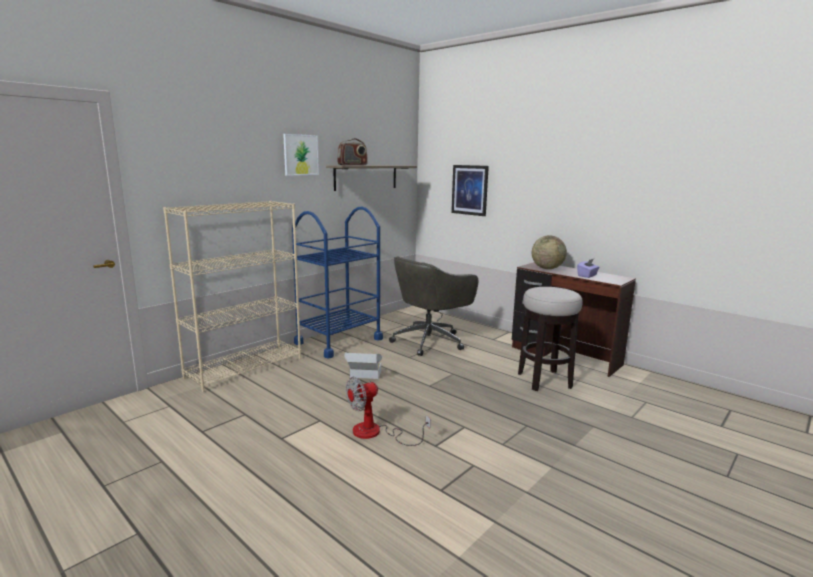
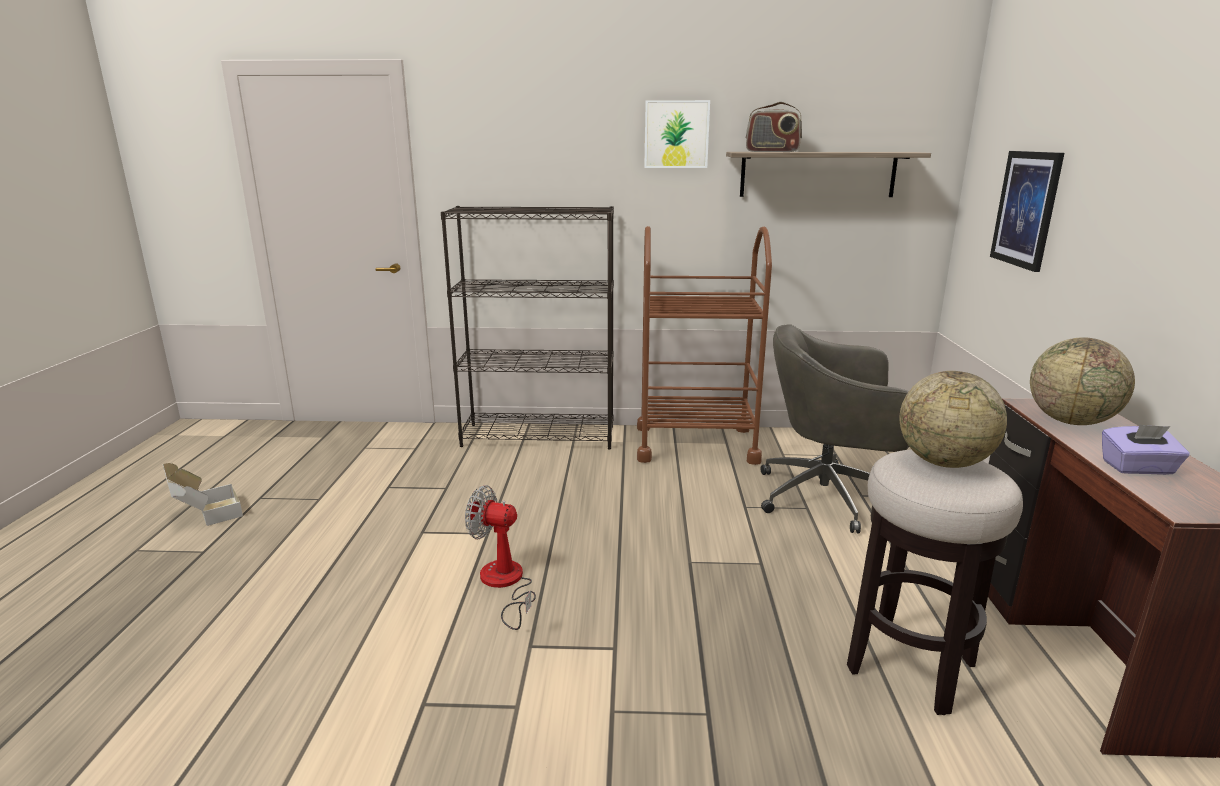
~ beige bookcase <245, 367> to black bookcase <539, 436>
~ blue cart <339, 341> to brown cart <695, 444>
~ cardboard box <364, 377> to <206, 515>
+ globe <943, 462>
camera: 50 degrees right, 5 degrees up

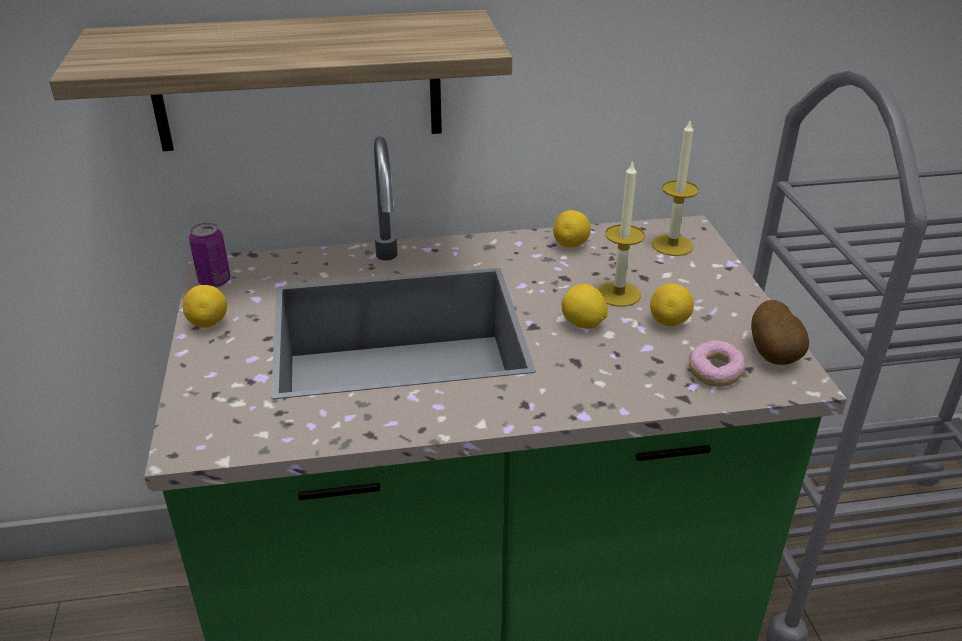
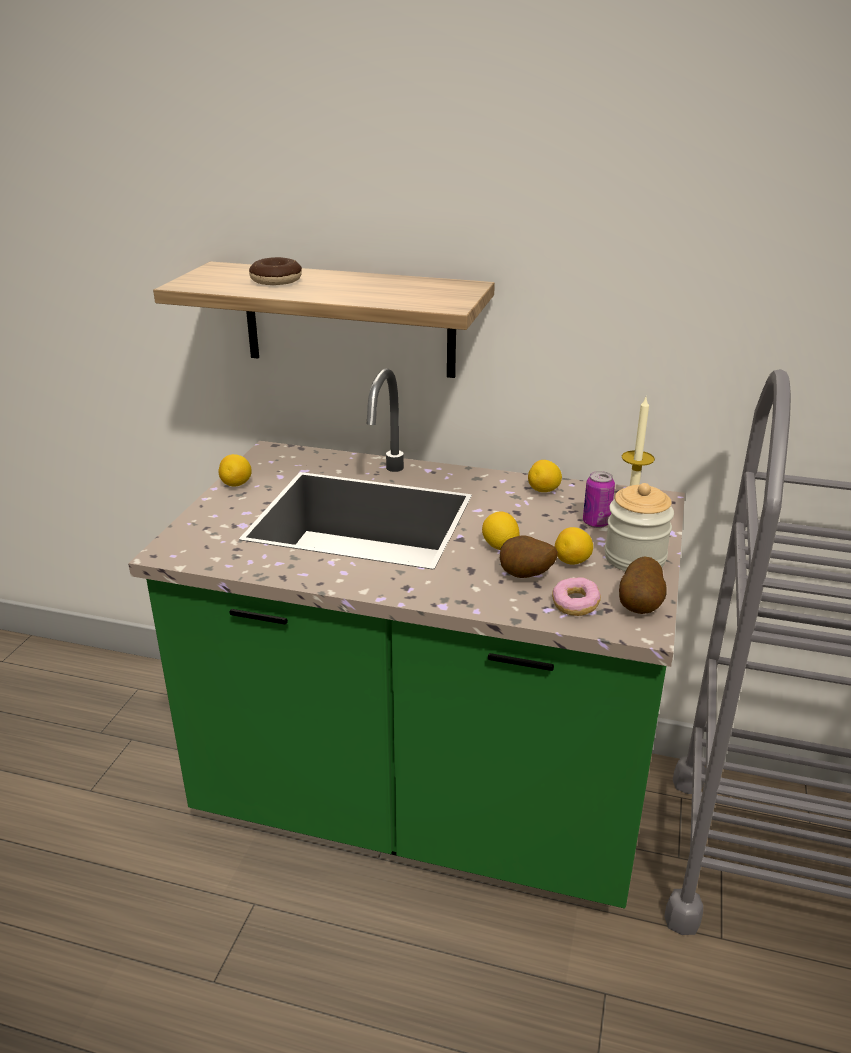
- candle <618, 294>
~ can <214, 281> to <596, 522>
+ donut <276, 281>
+ jar <634, 558>
+ potato <525, 577>
camera: 25 degrees right, 5 degrees down

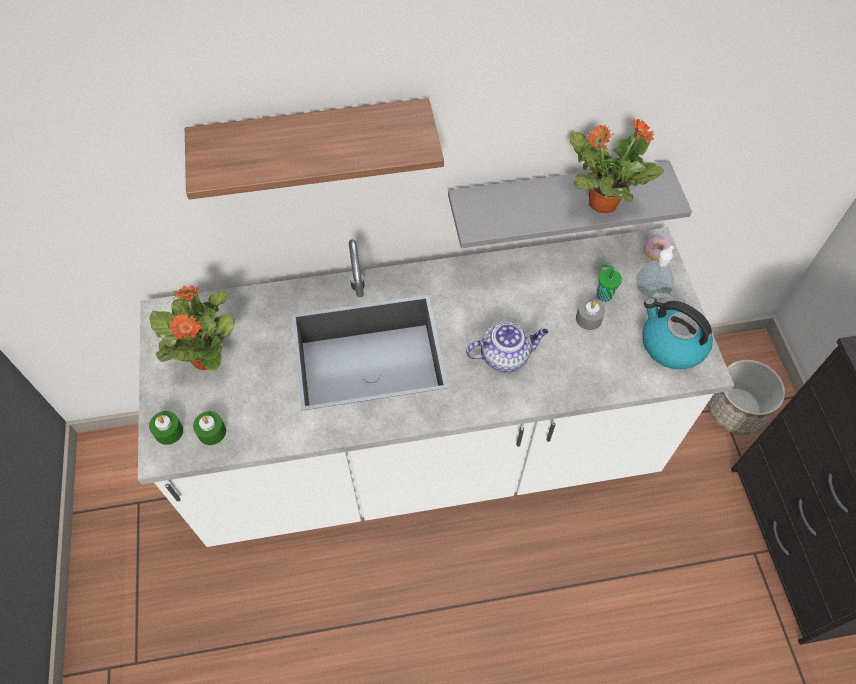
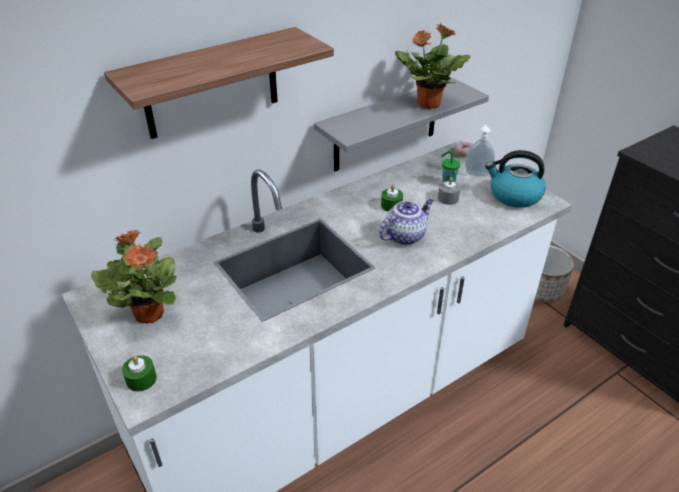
~ green candle <212, 432> to <391, 206>
camera: 25 degrees left, 20 degrees down

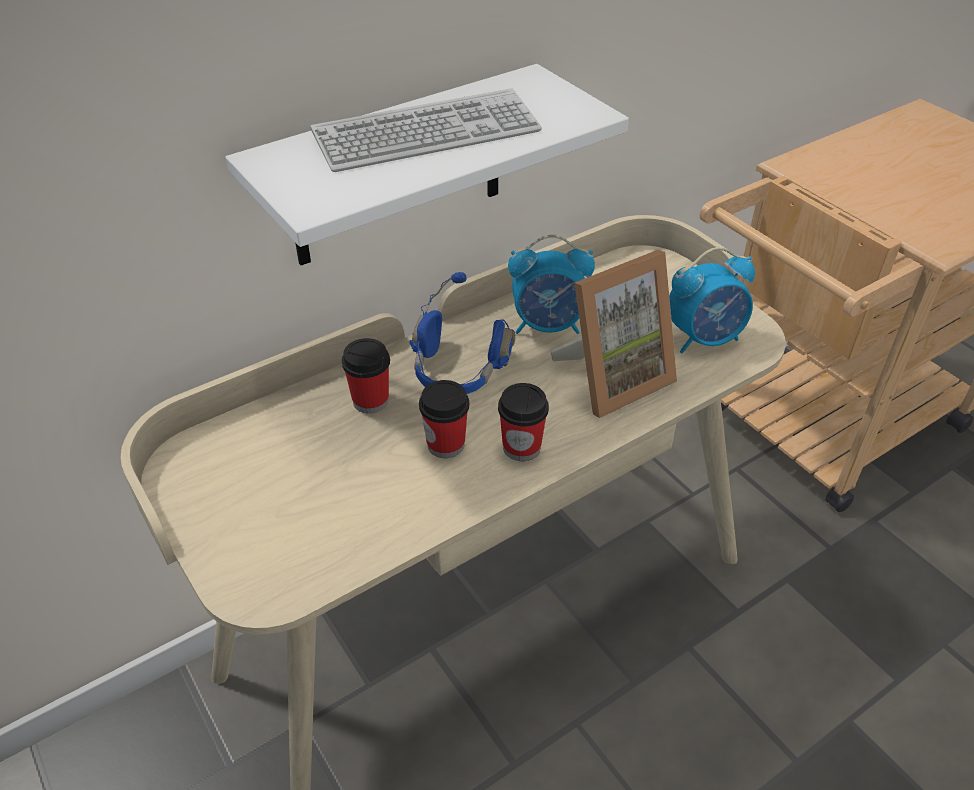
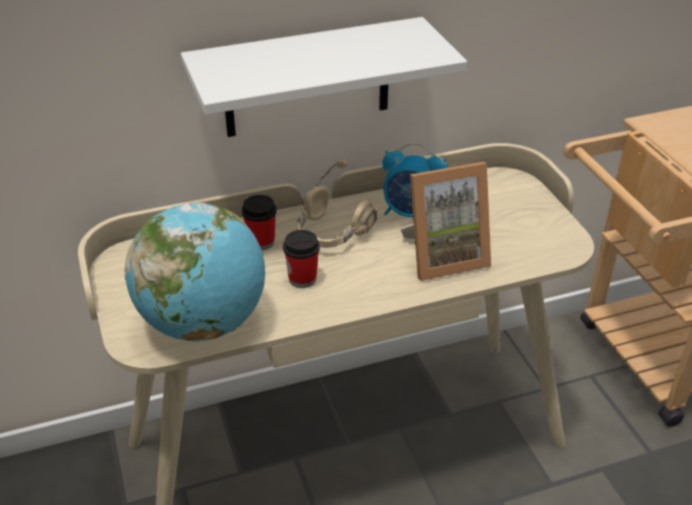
- keyboard <427, 134>
- alarm clock <704, 338>
~ blue headphones <458, 370> to beige headphones <331, 233>
- cup <521, 447>
+ globe <204, 323>
camera: 15 degrees right, 5 degrees down

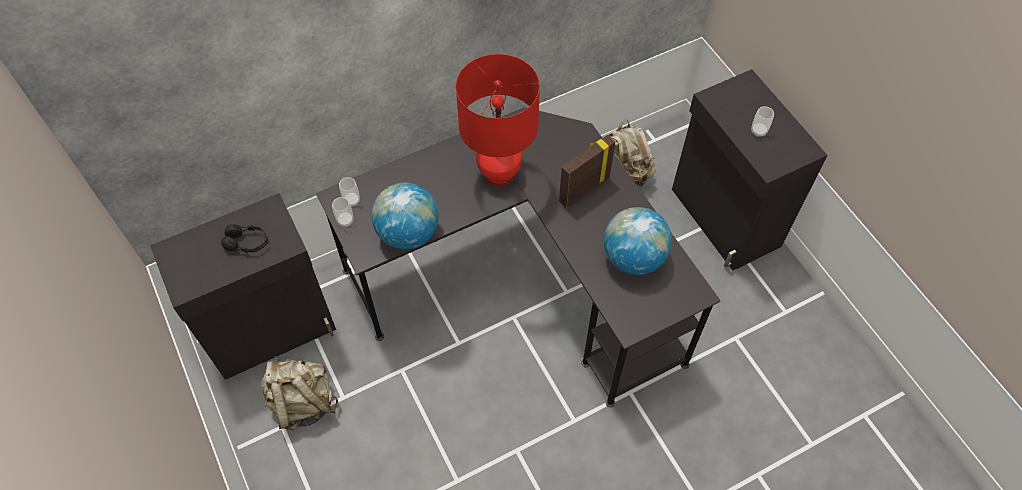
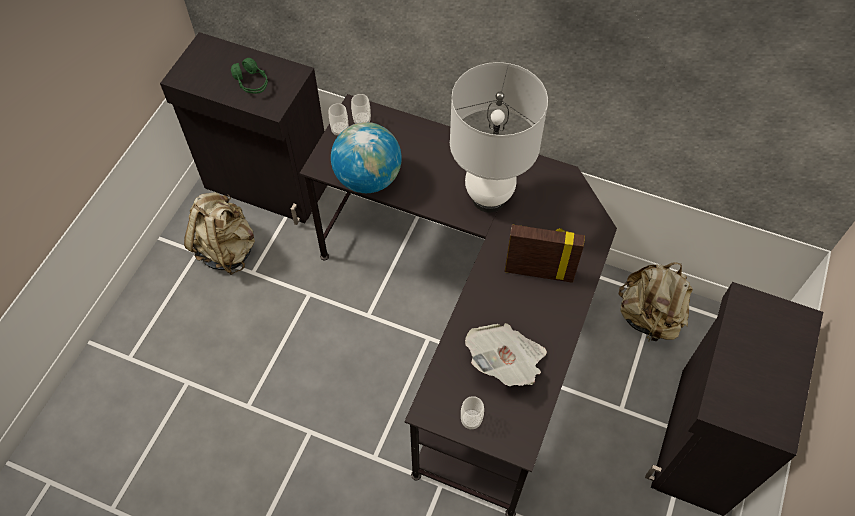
~ red table lamp <499, 174> to white table lamp <489, 199>
~ cup <758, 131> to <471, 420>
~ globe <633, 257> to newspaper <506, 362>
~ black headphones <247, 243> to green headphones <251, 83>
camera: 50 degrees right, 0 degrees up

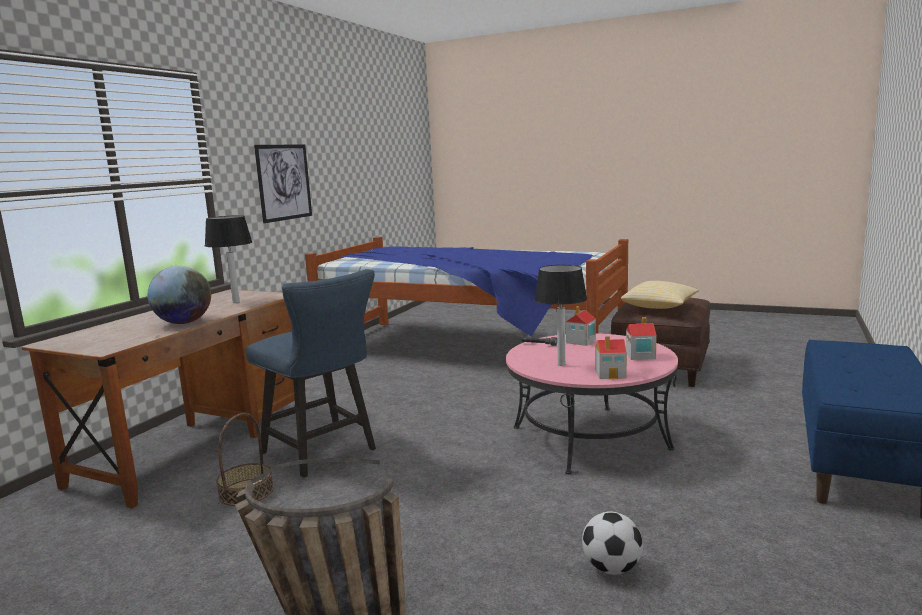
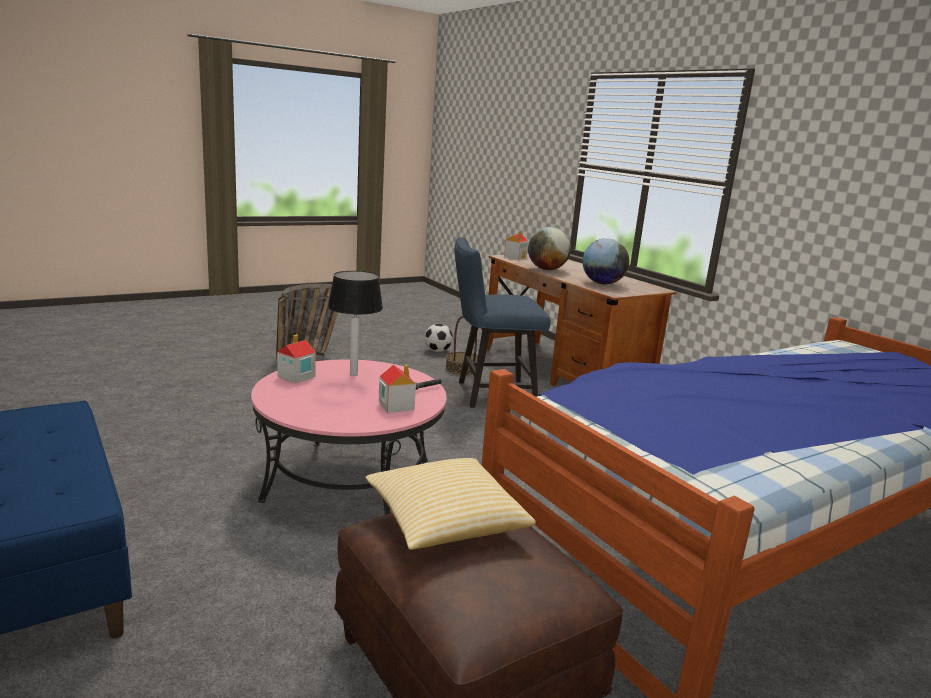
- picture <284, 182>
~ table lamp <236, 302> to globe <602, 283>
~ toy house <640, 355> to <515, 256>
~ football <611, 568> to <437, 351>
camera: 120 degrees right, 5 degrees up

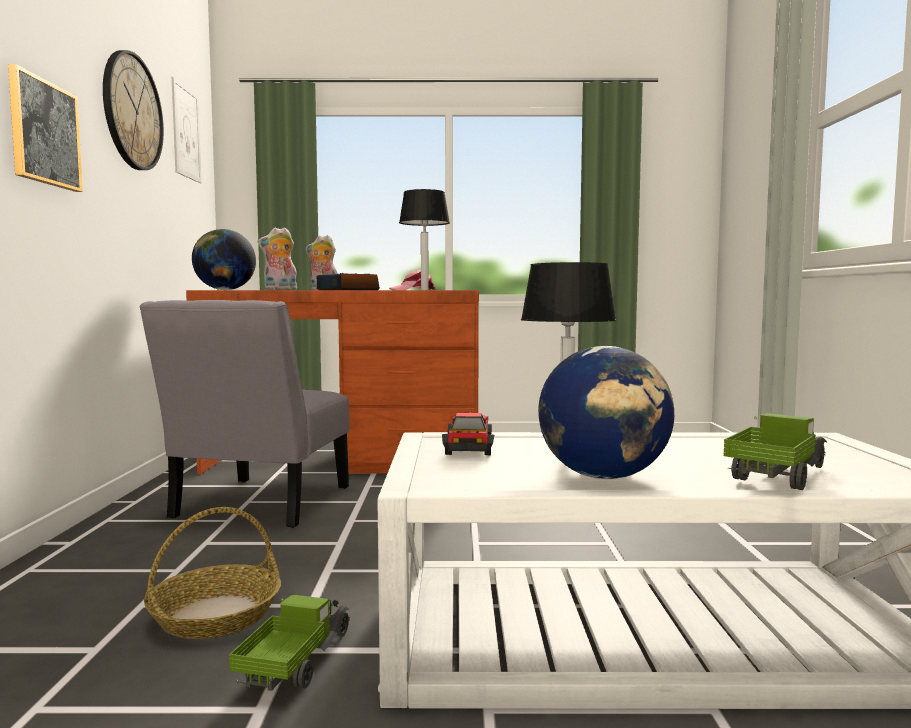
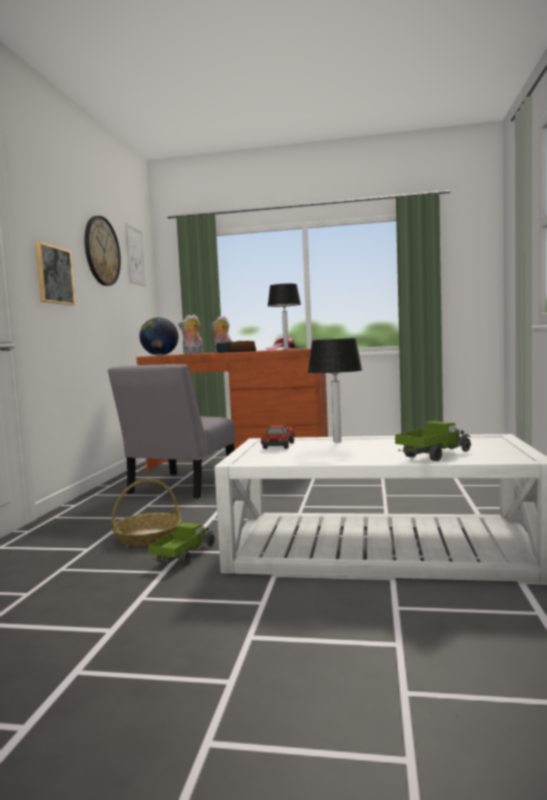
- globe <604, 477>
camera: 10 degrees right, 0 degrees up

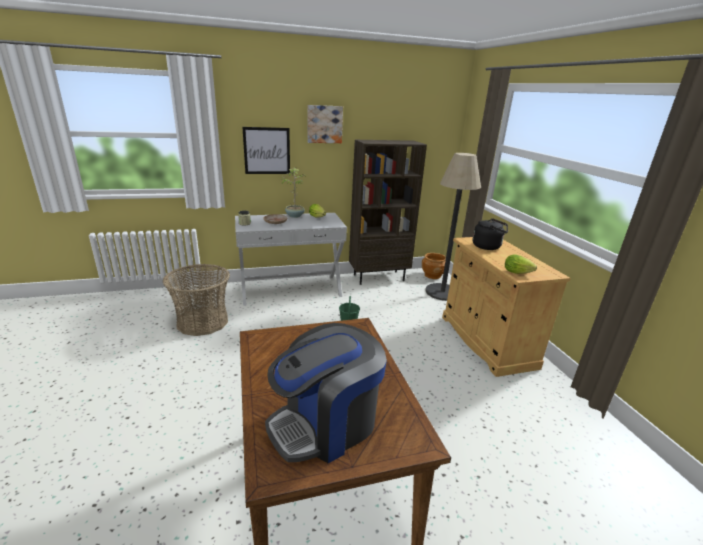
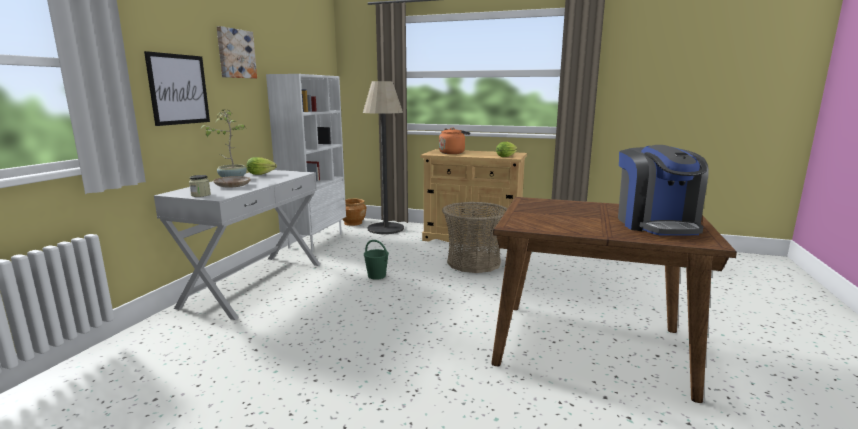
~ brown bookcase <379, 277> to white bookcase <315, 240>
~ black kettle <488, 247> to orange kettle <453, 153>
~ basket <202, 322> to <473, 263>
camera: 55 degrees left, 10 degrees down

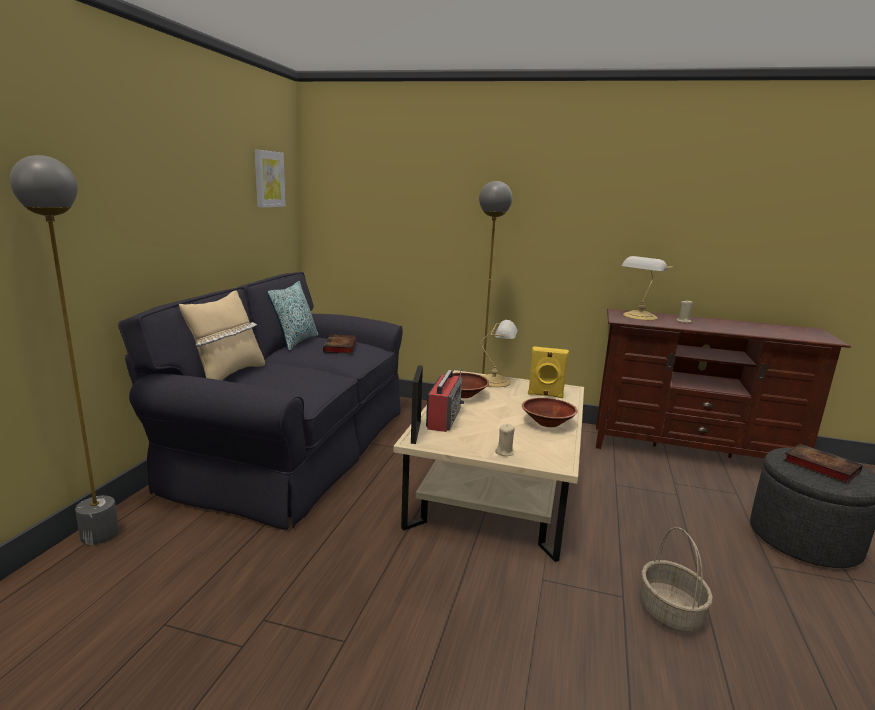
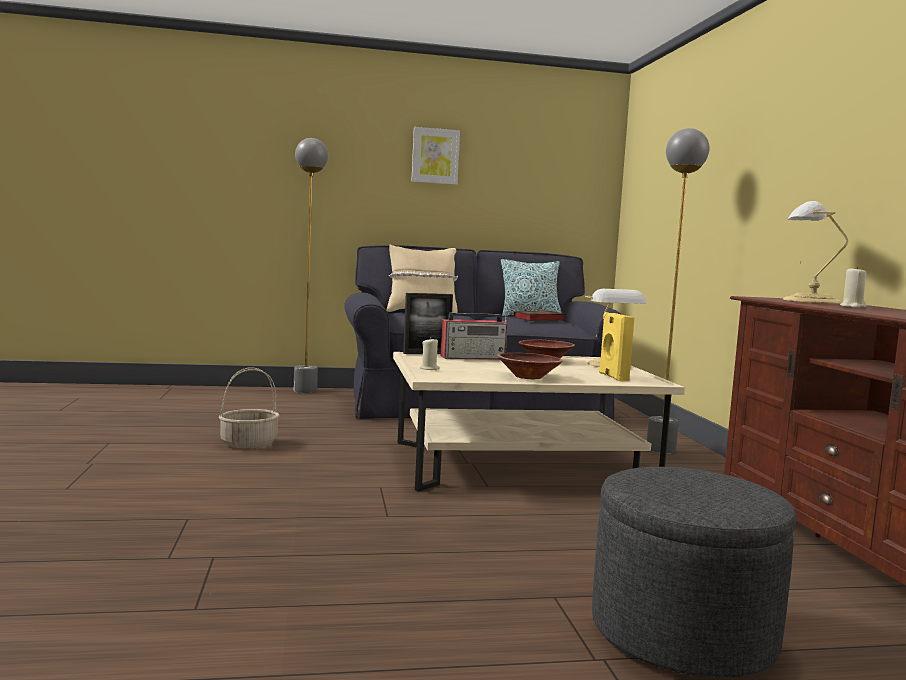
~ picture <269, 179> to <435, 156>
- book <818, 466>
~ basket <669, 612> to <249, 443>
camera: 65 degrees right, 10 degrees down

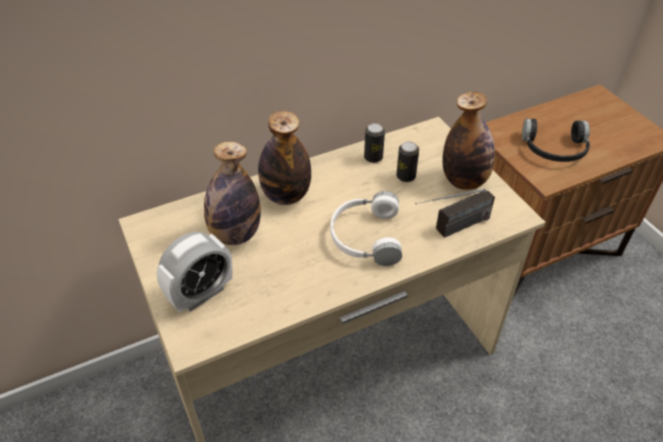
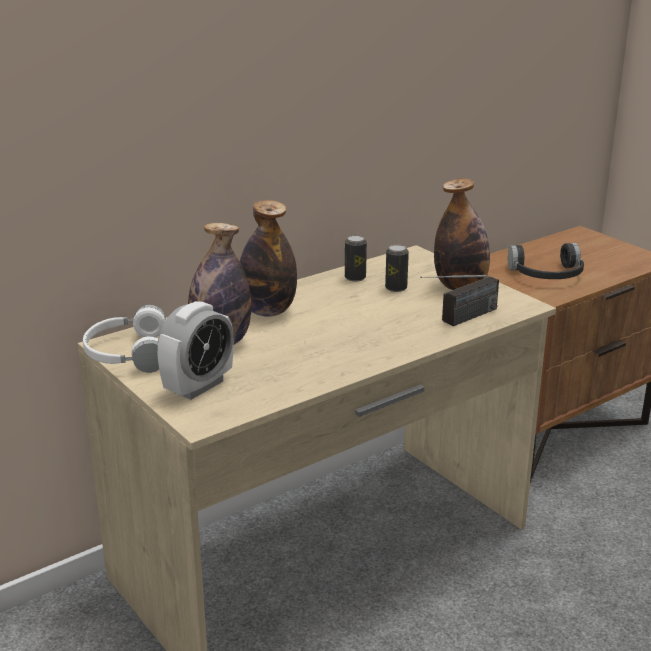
~ white headphones <364, 236> to <126, 353>
camera: 10 degrees left, 20 degrees down

